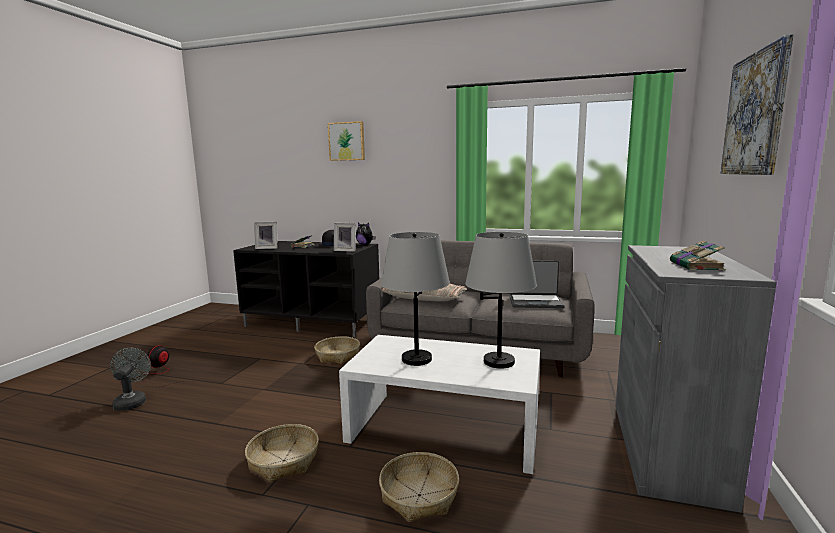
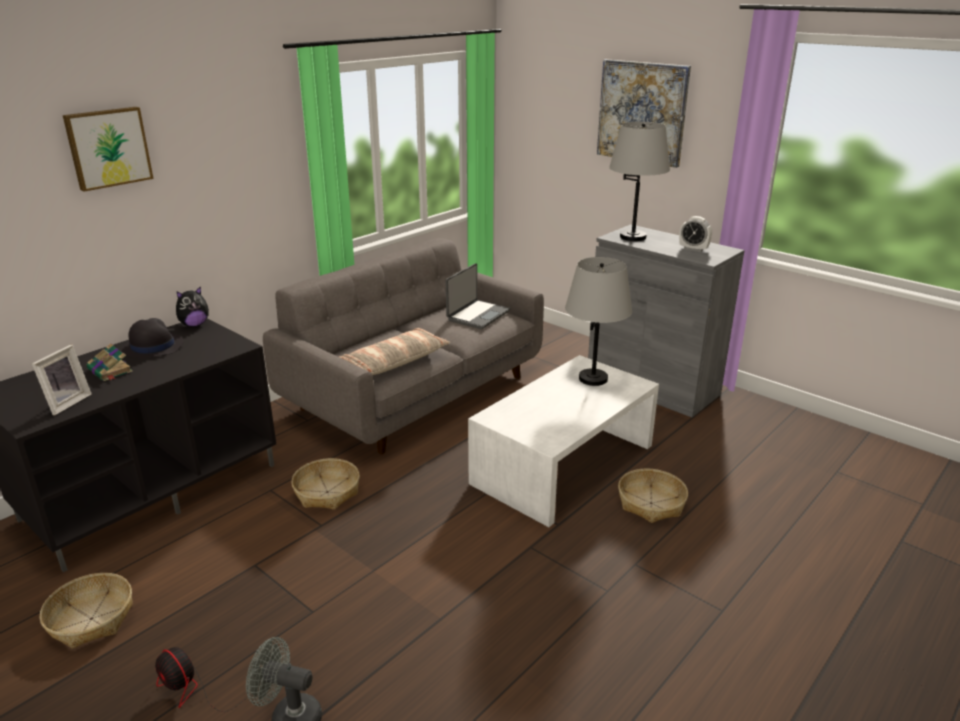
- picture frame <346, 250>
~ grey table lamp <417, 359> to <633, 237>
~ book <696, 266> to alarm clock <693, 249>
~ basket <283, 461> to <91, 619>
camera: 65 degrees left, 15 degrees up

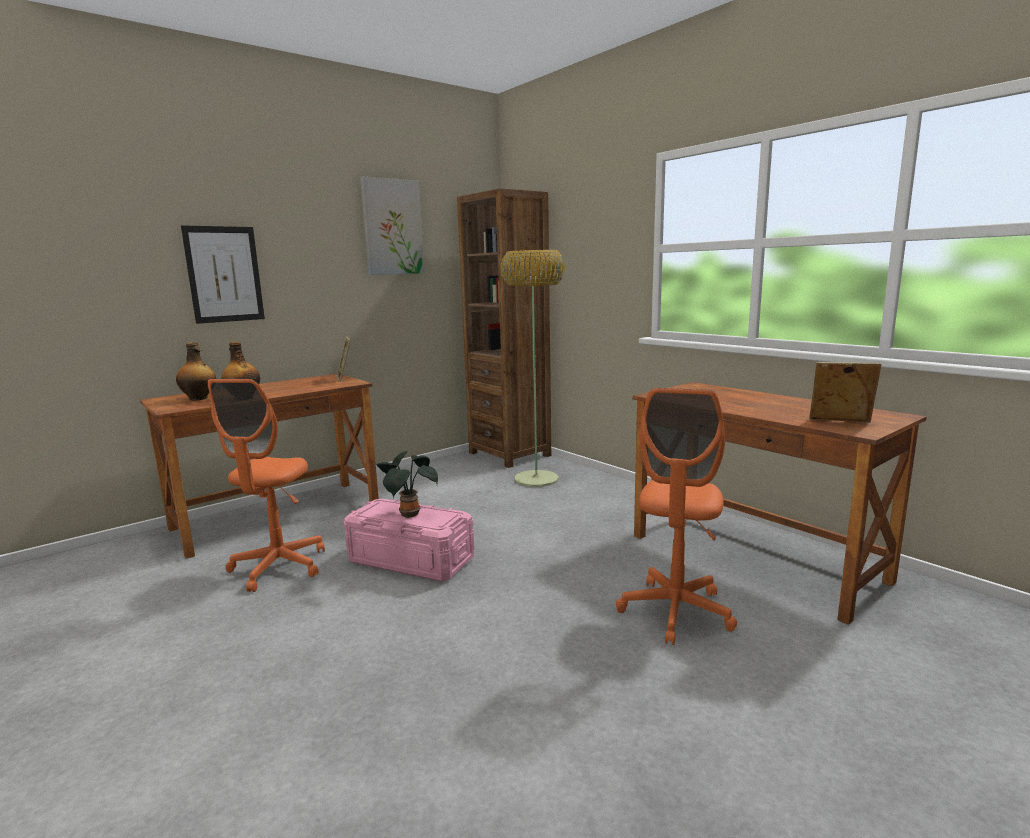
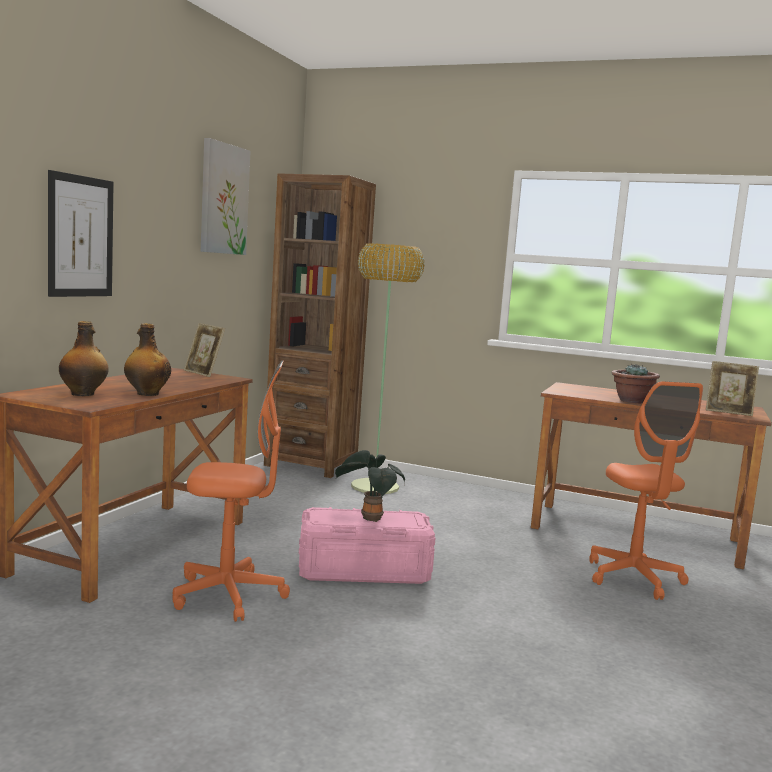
~ picture frame <840, 423> = <728, 412> 150 degrees counterclockwise
~ orange office chair <279, 567> = <229, 595> 75 degrees counterclockwise
+ potted plant <632, 401>
camera: 30 degrees left, 5 degrees down

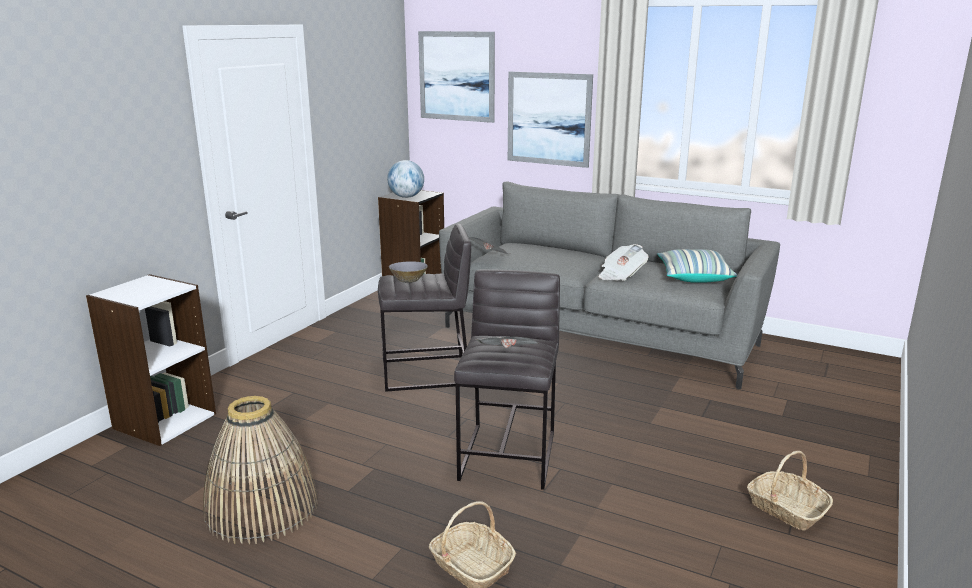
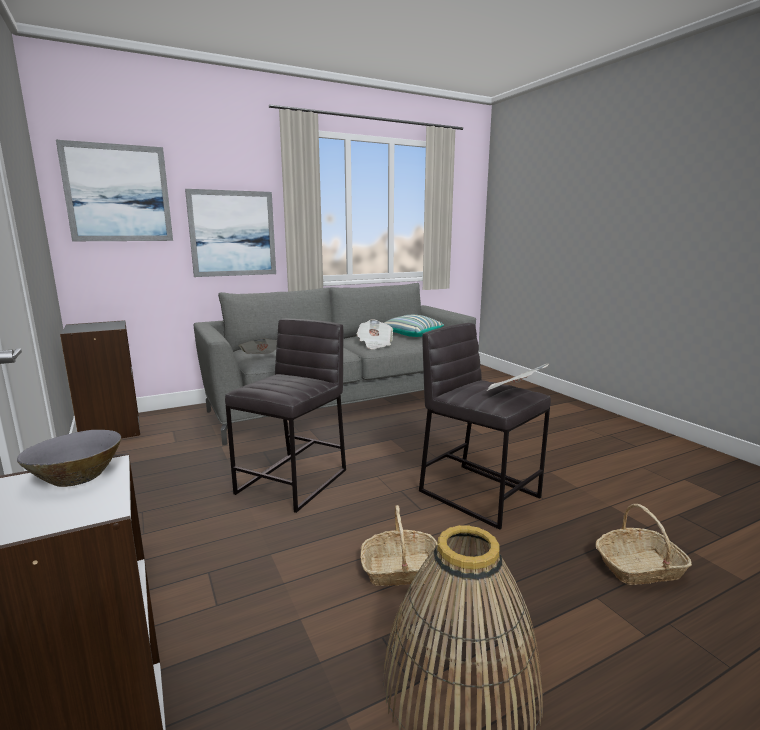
- globe <406, 197>
~ grey bowl <408, 280> to <77, 477>
~ basket <786, 509> to <400, 570>
camera: 55 degrees left, 5 degrees down

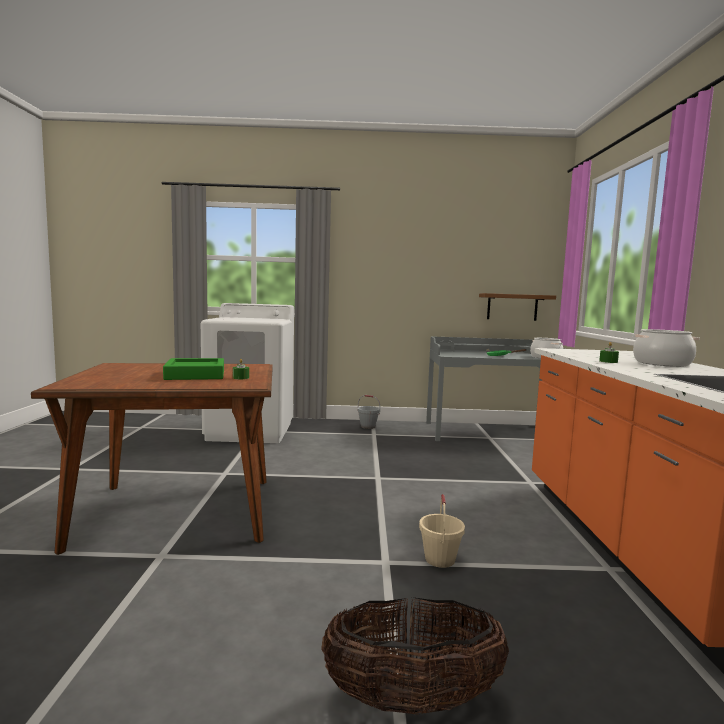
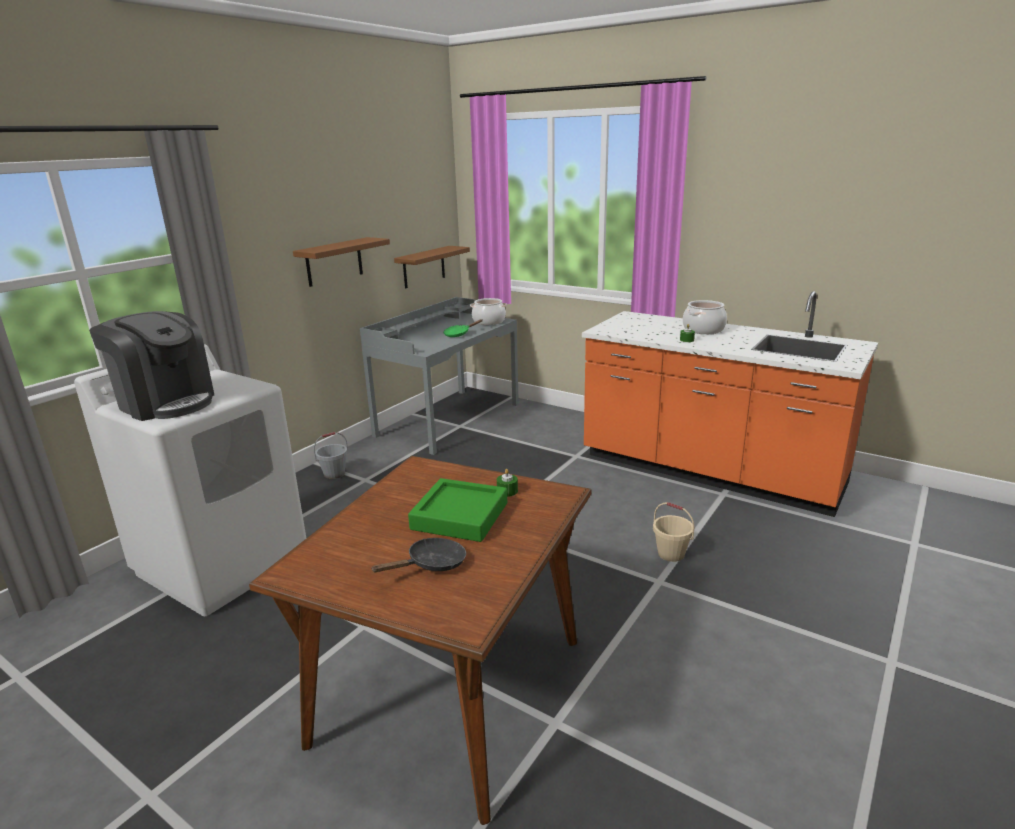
- basket <412, 700>
+ brown shelf <334, 262>
+ coffee machine <166, 403>
+ black frying pan <432, 564>
camera: 55 degrees left, 15 degrees up

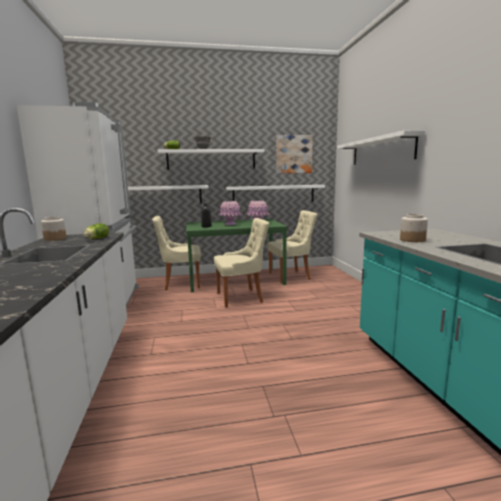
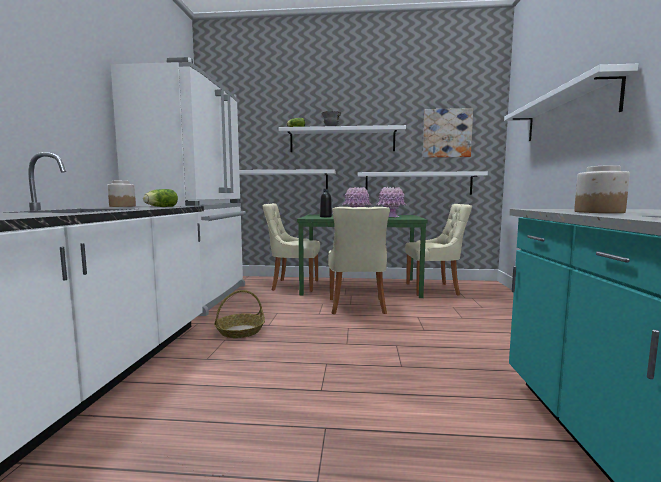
~ beige chair <241, 297> = <357, 307> 90 degrees clockwise
+ basket <240, 331>
camera: 15 degrees right, 5 degrees down

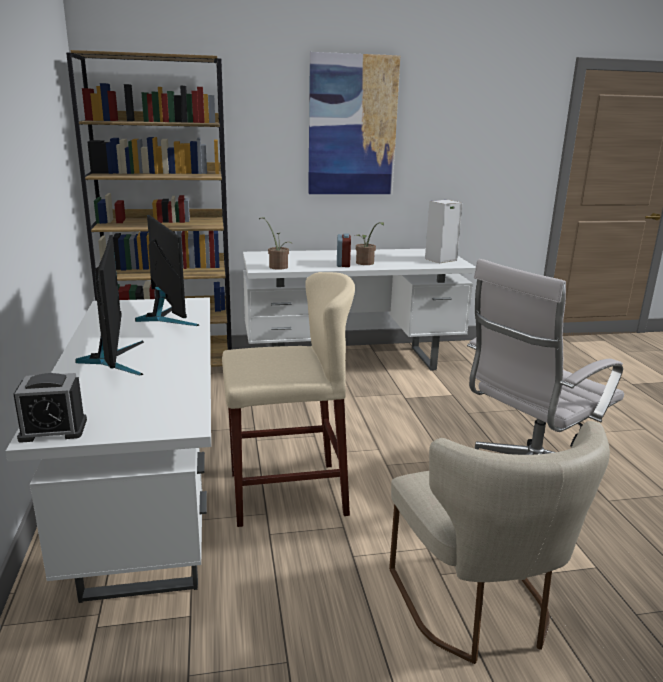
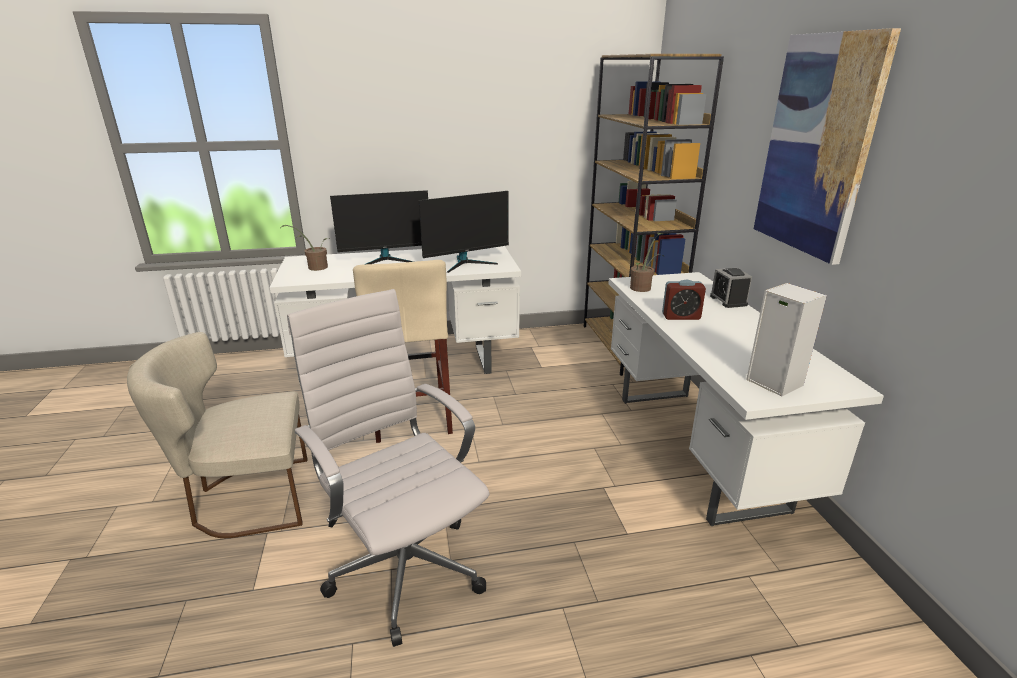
~ potted plant <366, 263> to <314, 267>
~ alarm clock <53, 430> to <728, 300>
camera: 90 degrees right, 5 degrees up

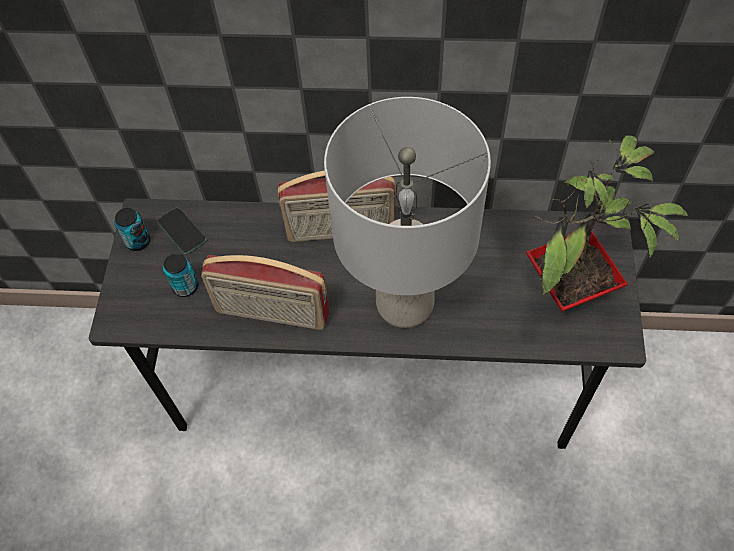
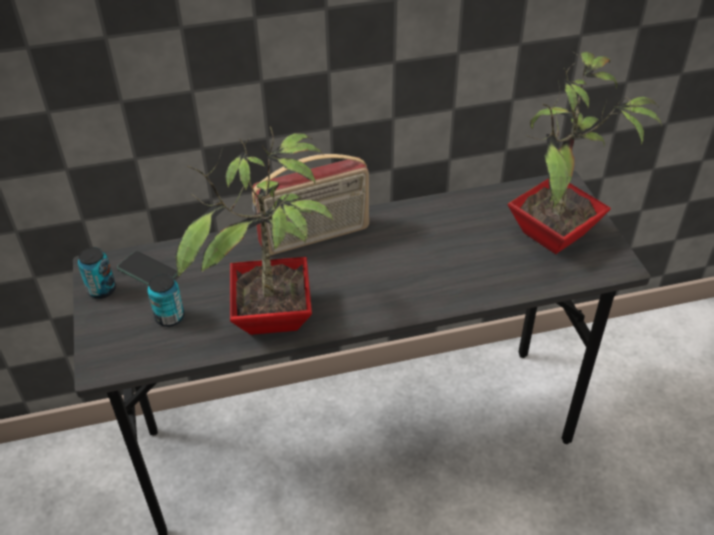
- grey table lamp <403, 305>
~ radio <272, 314> to potted plant <273, 320>
camera: 20 degrees left, 15 degrees down

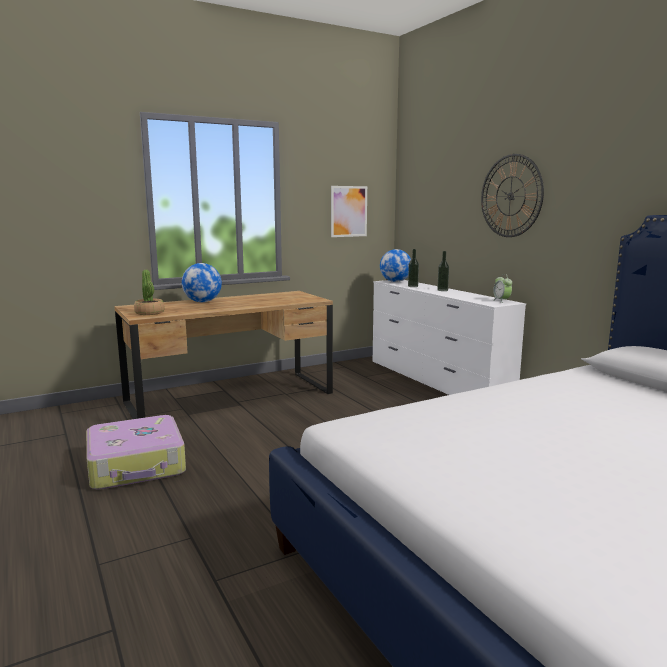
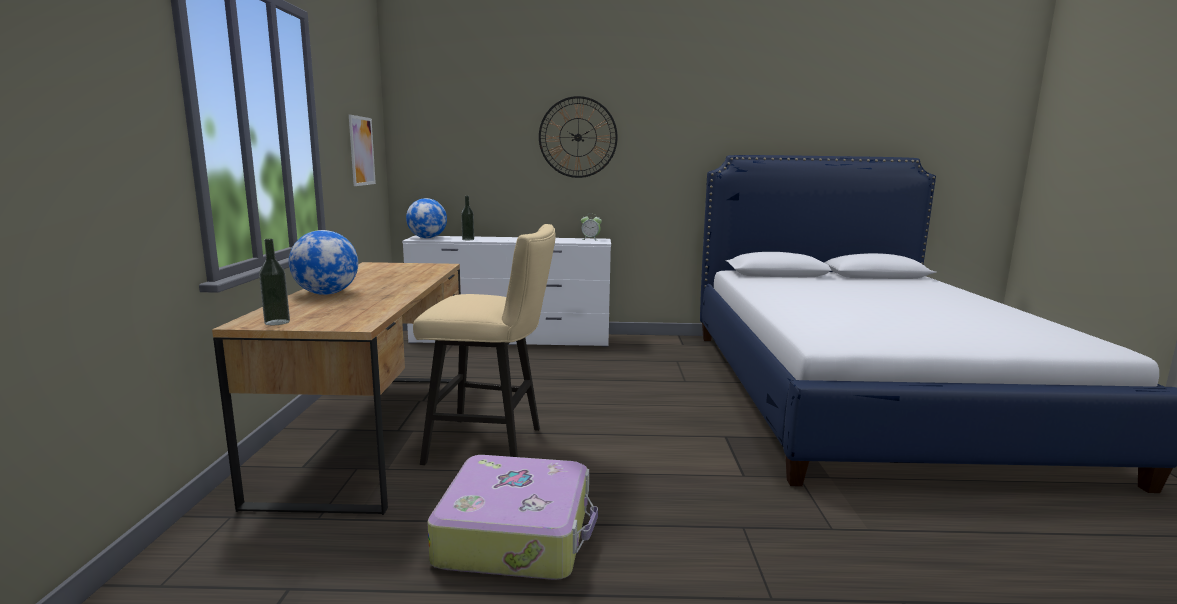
~ bottle <442, 290> to <277, 322>
- potted plant <149, 313>
+ beige stool <493, 445>
camera: 60 degrees left, 0 degrees up

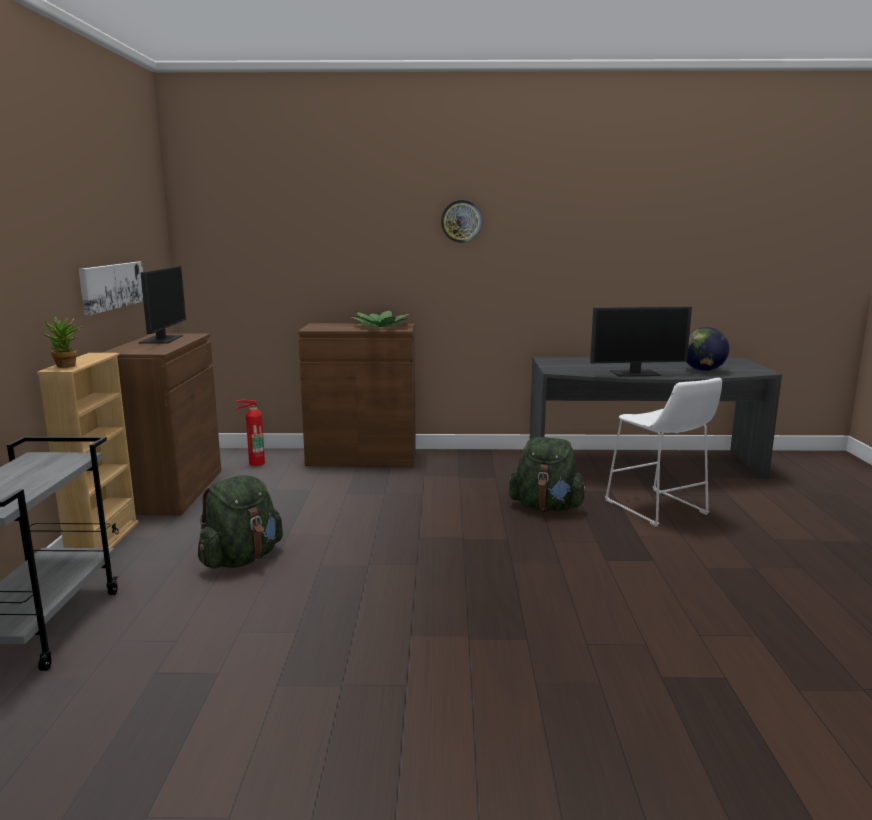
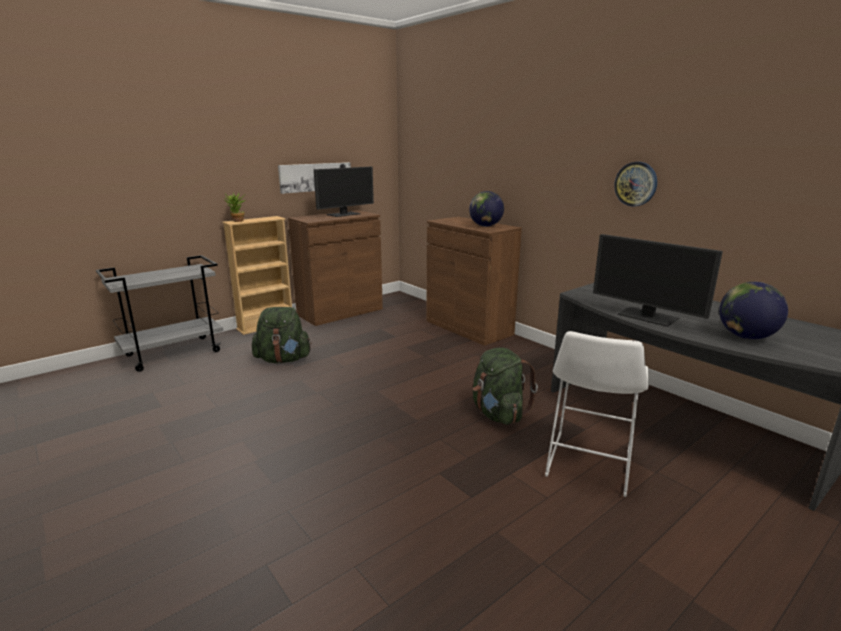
~ wall clock <461, 221> to <636, 184>
~ potted plant <381, 326> to globe <485, 226>
- fire extinguisher <255, 463>
camera: 50 degrees right, 5 degrees up

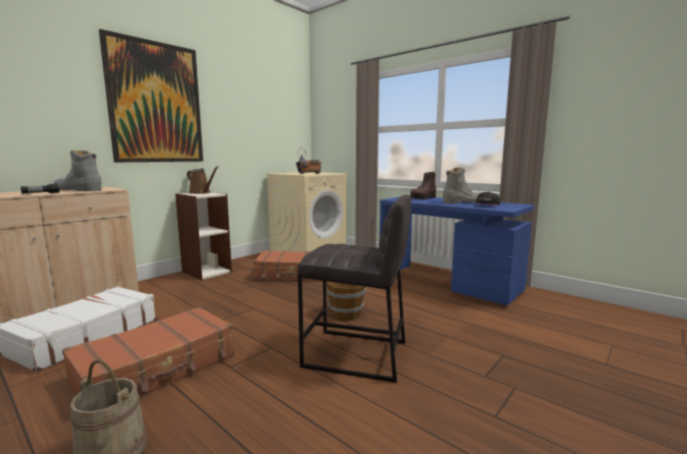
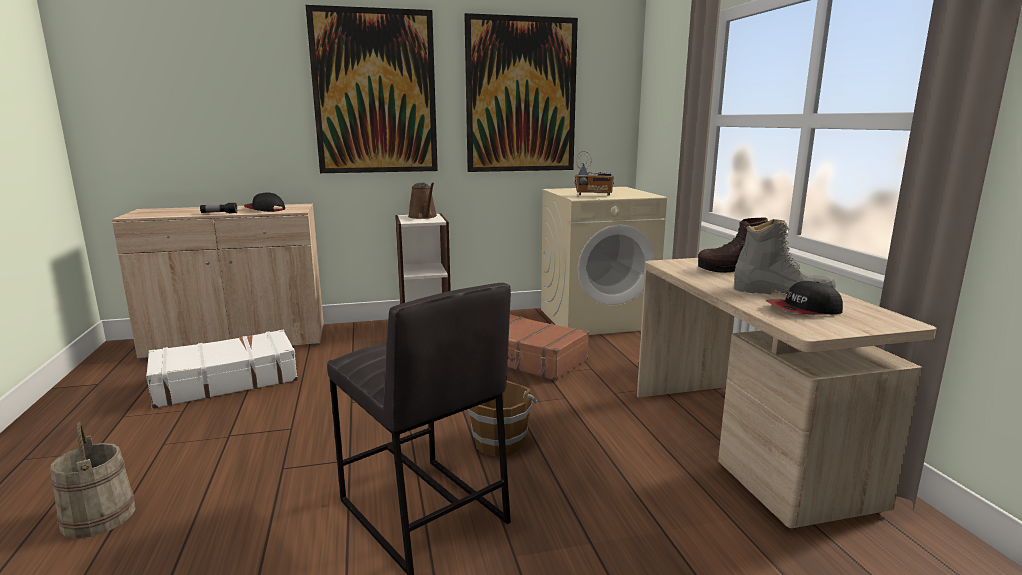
~ grey boot <78, 190> to cap <265, 209>
~ blue desk <448, 284> to beige desk <745, 443>
- brown suitcase <157, 369>
+ picture <521, 96>
camera: 35 degrees right, 5 degrees up

